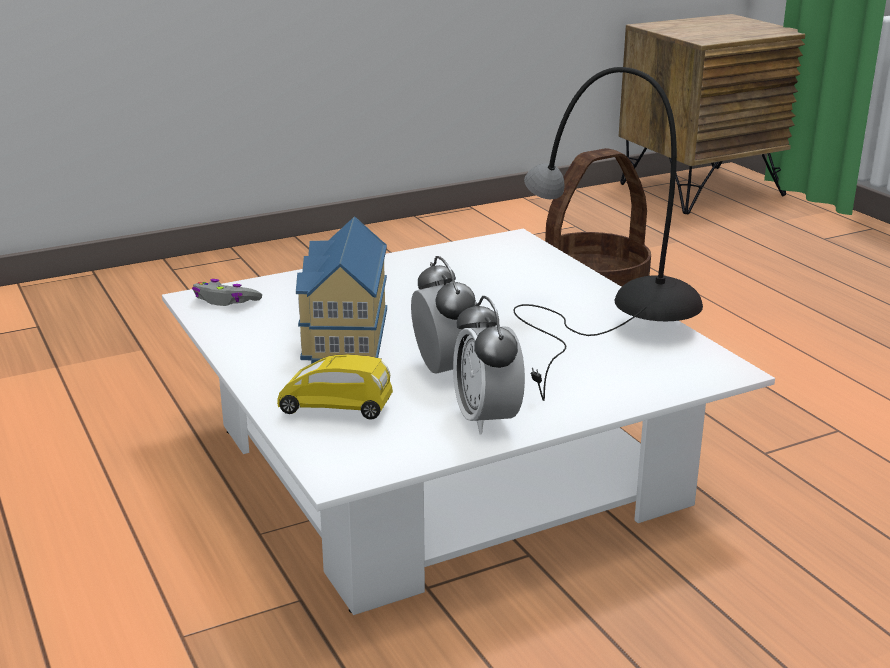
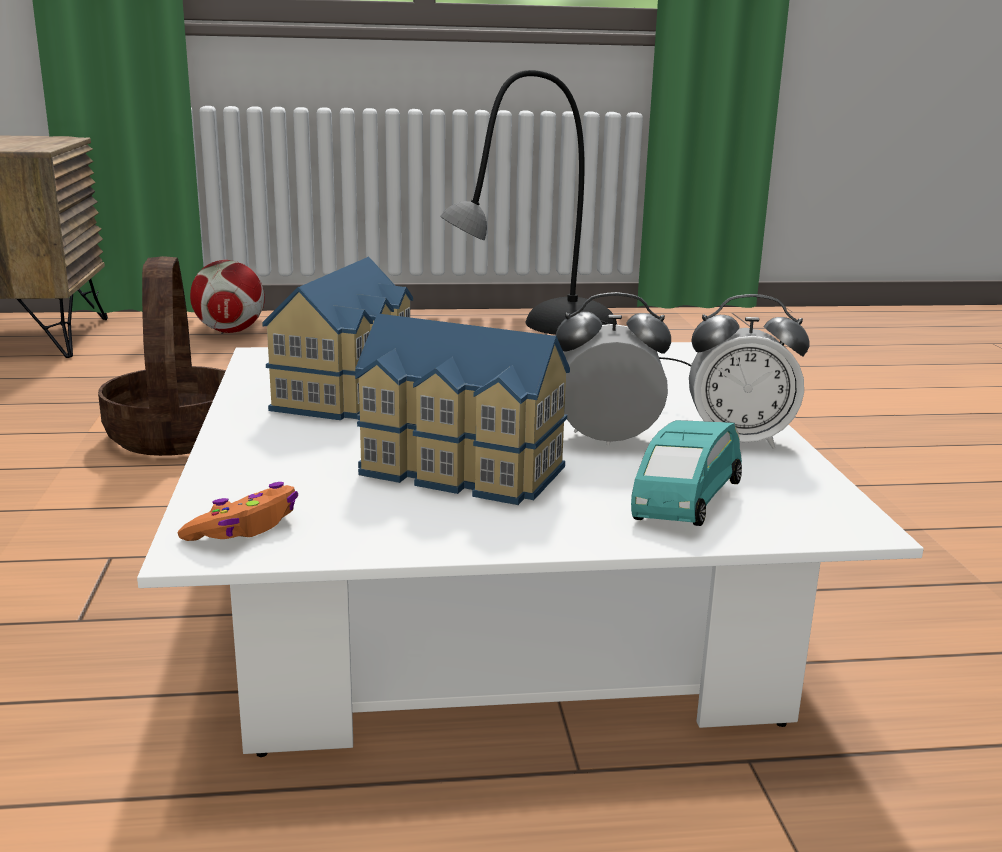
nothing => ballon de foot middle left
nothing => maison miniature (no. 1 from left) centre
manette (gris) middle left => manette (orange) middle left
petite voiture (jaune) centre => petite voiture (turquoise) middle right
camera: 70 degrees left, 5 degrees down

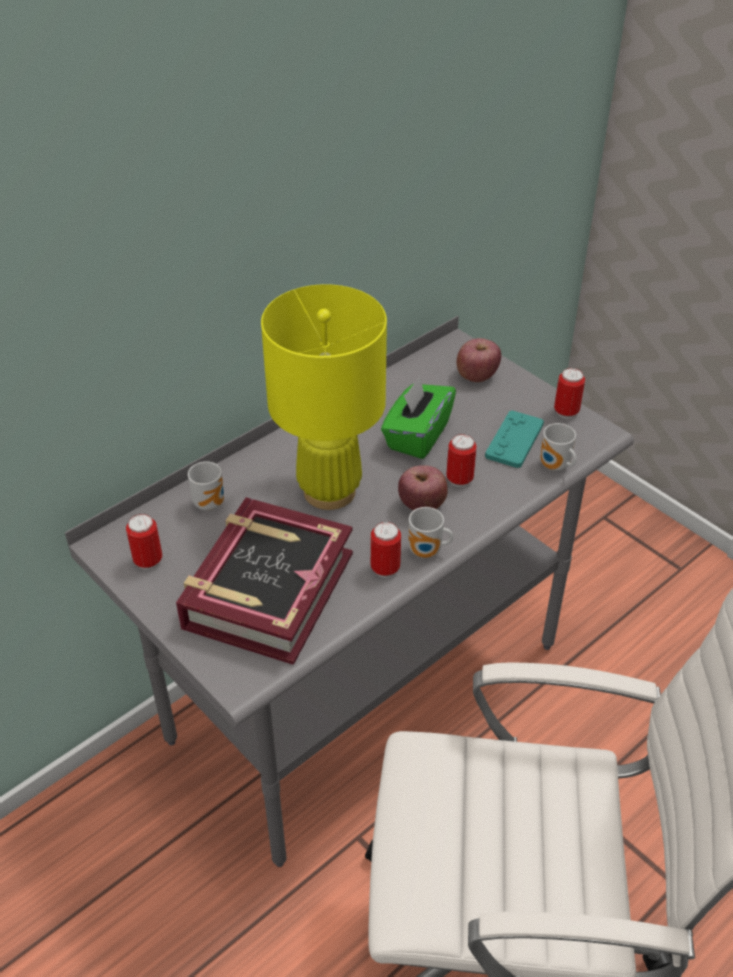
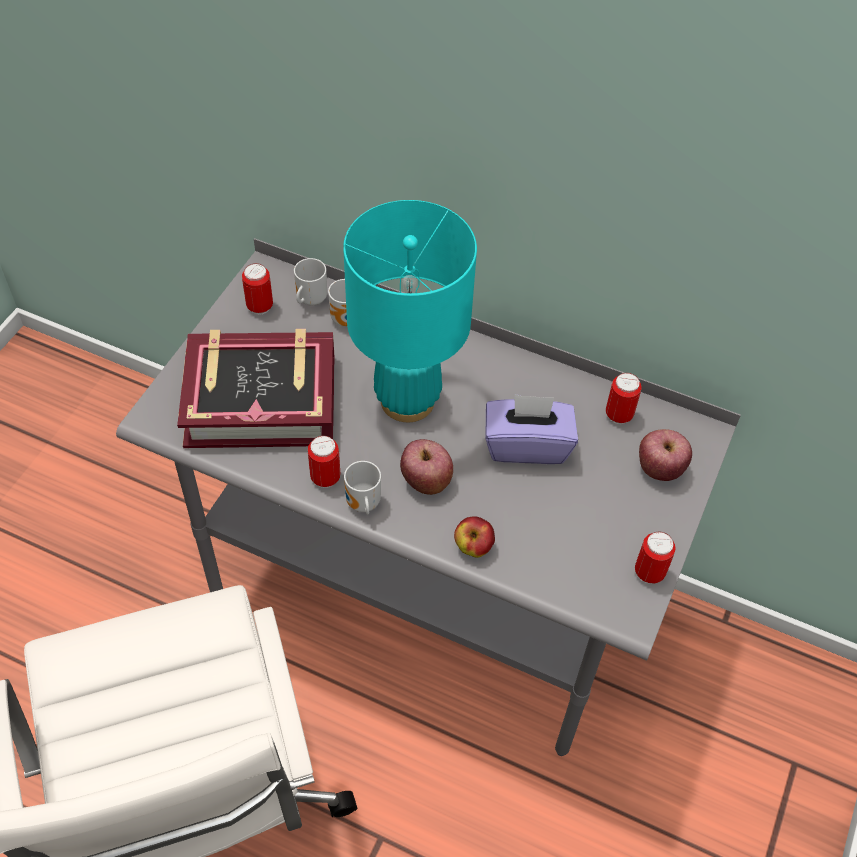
manette (turquoise) middle right => nothing
nothing => pomme (no. 2 from left) centre
boîte métallique (no. 3 from left) centre => boîte métallique (no. 3 from left) middle right, relocated
mug (no. 3 from left in the first image) middle right => mug (no. 1 from left) top centre, relocated
lampe de table (jaune) centre => lampe de table (turquoise) centre
boîte à mouchoirs (vert) centre => boîte à mouchoirs (violet) centre
camera: 65 degrees right, 10 degrees up

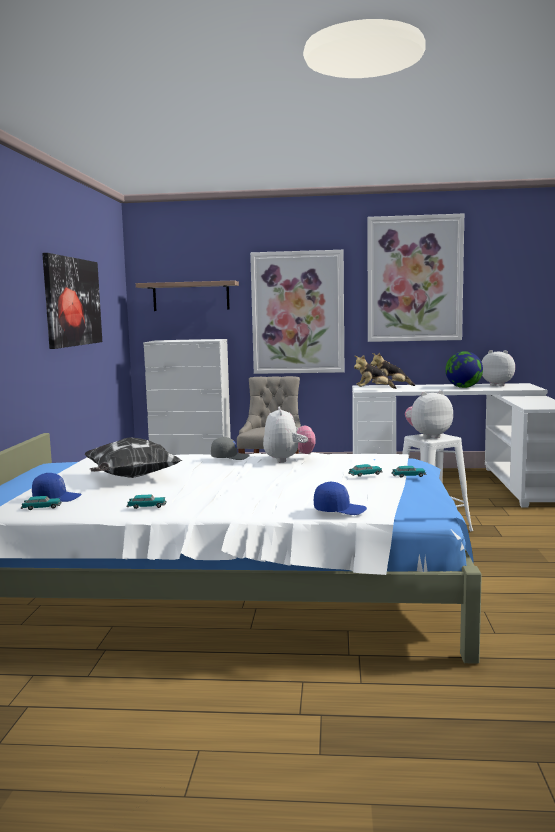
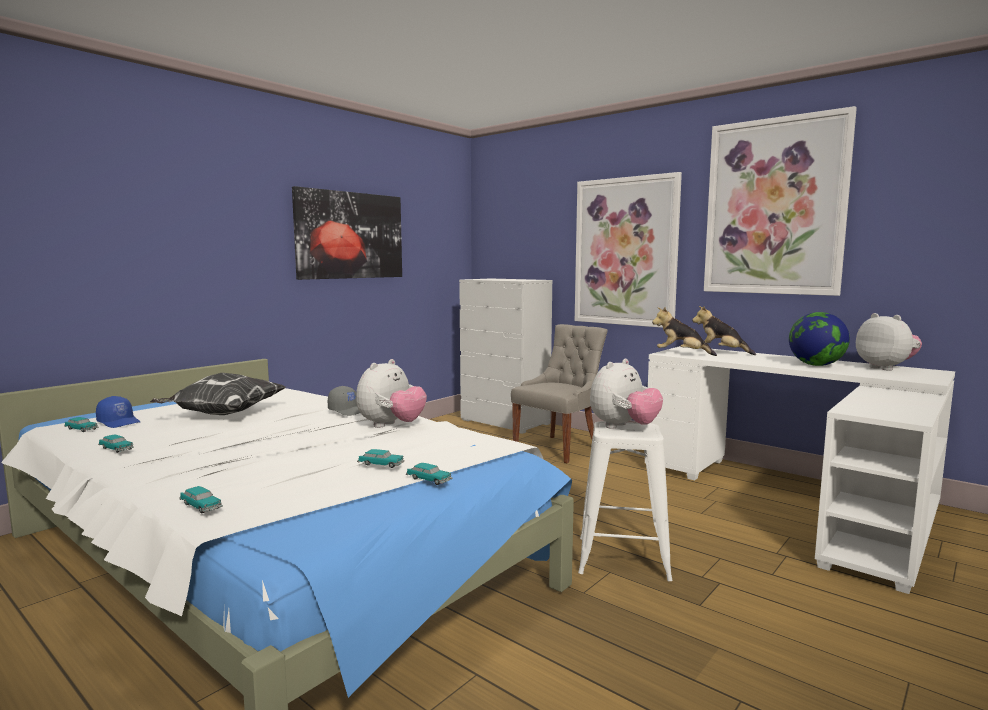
étagère centre => nothing
casquette (bleu) (no. 2 from left) centre => petite voiture (no. 3 from left) bottom left
peluche (no. 4 from left in the first image) middle right => peluche (no. 2 from left) centre, 120 degrees clockwise
camera: 35 degrees right, 0 degrees up

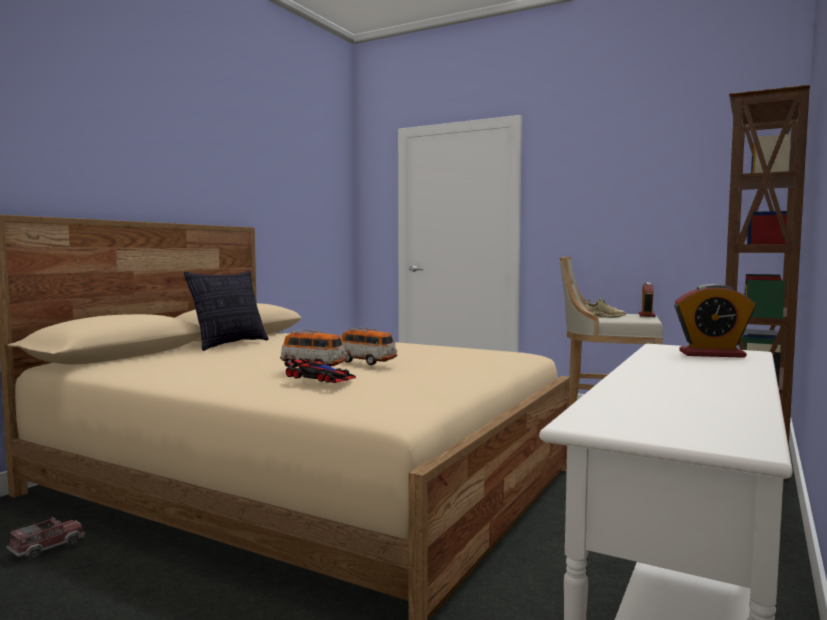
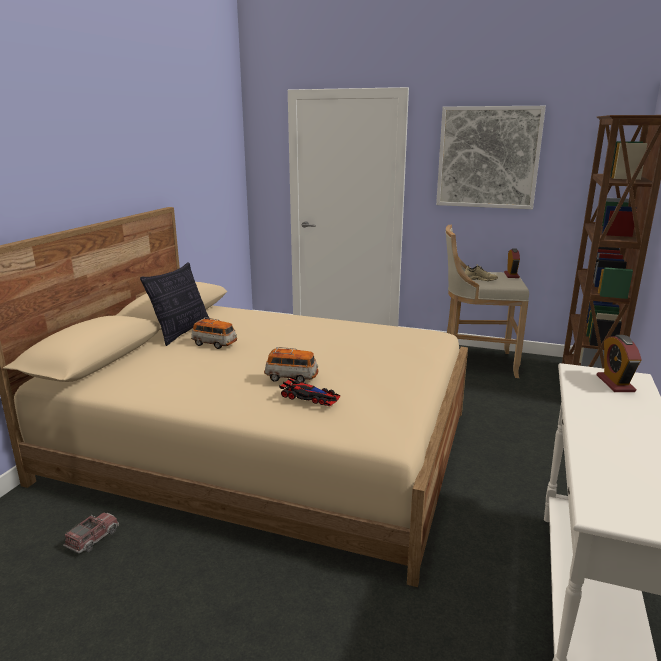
nothing => tableau top right
petite voiture (no. 3 from left in the first image) centre => petite voiture (no. 1 from left) middle left, relocated
réveil (no. 2 from left) middle right, 90 degrees clockwise
camera: 10 degrees left, 15 degrees up

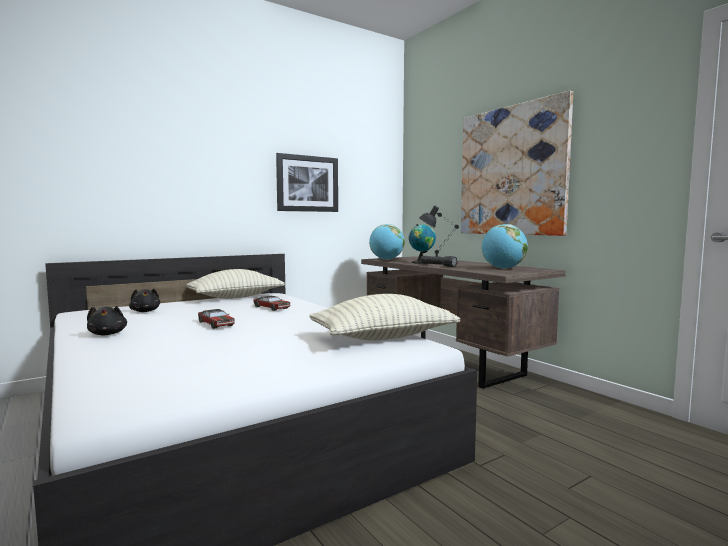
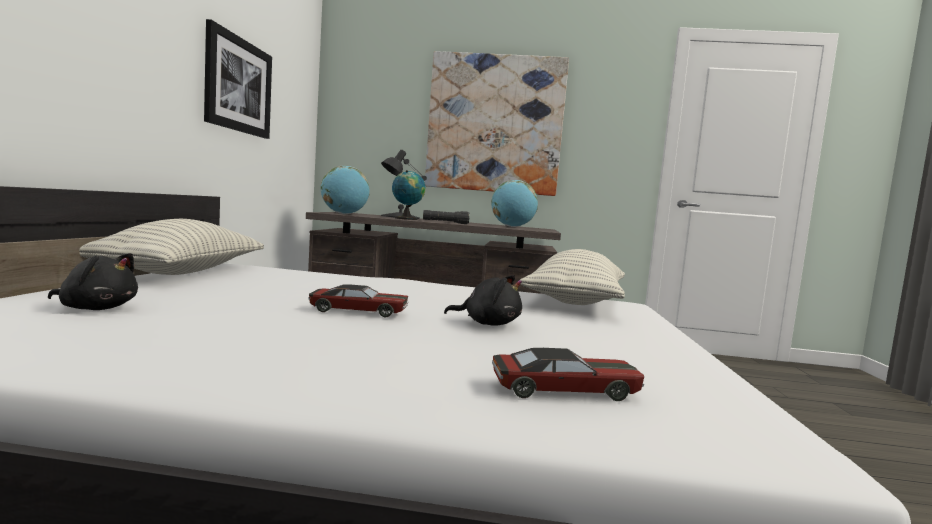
peluche (noir) (no. 1 from left in the first image) middle left => peluche (noir) (no. 2 from left) centre, relocated
petite voiture (no. 2 from left) centre => petite voiture (no. 2 from left) bottom centre, relocated
camera: 50 degrees left, 0 degrees up

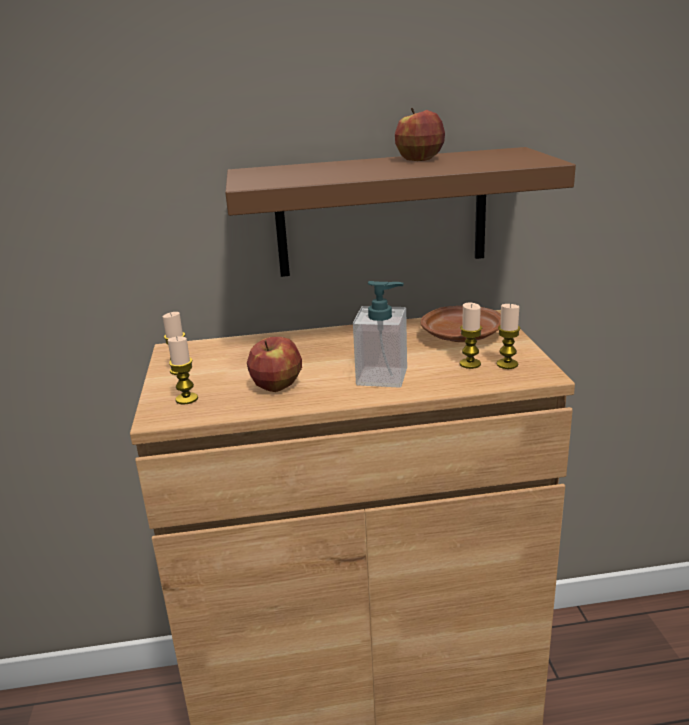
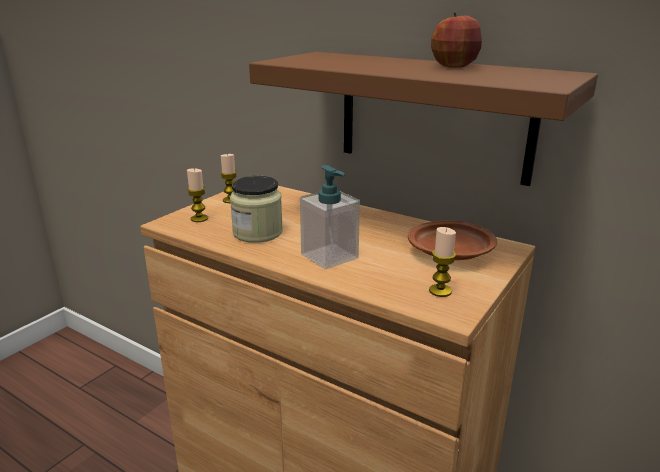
bougie (no. 3 from left) middle right => nothing
pomme (no. 1 from left) centre => bocal centre
camera: 40 degrees right, 0 degrees up

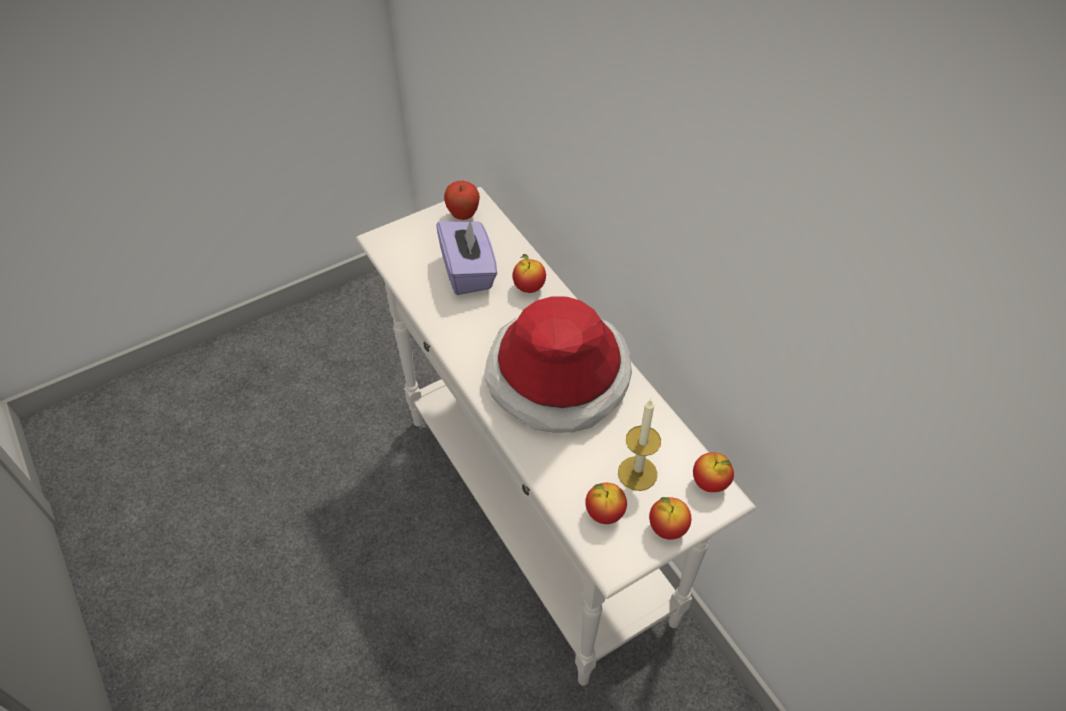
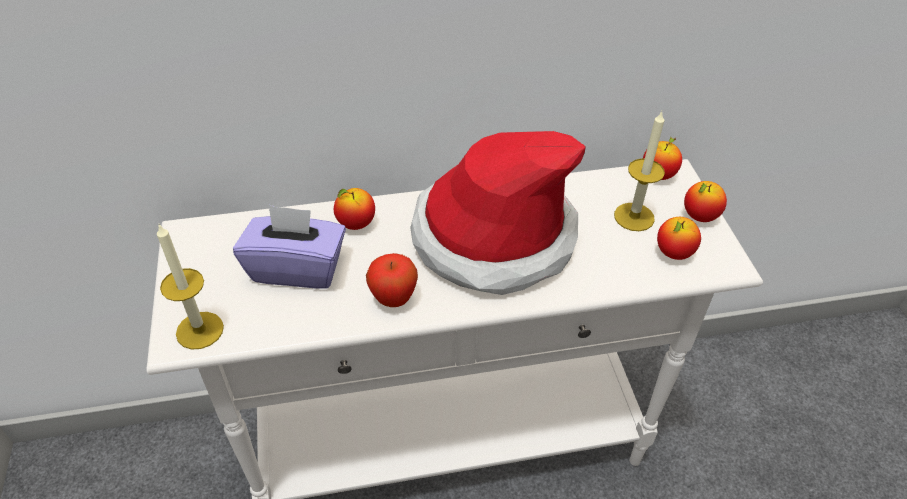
nothing => bougie (no. 1 from left) middle left
pomme (no. 1 from left in the first image) top centre => pomme (no. 2 from left) centre, relocated
camera: 70 degrees left, 5 degrees down

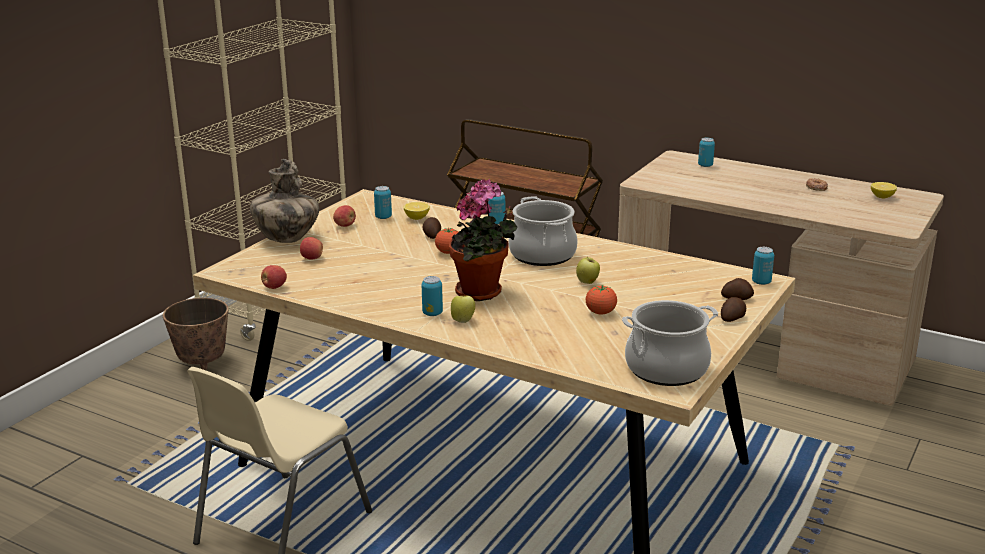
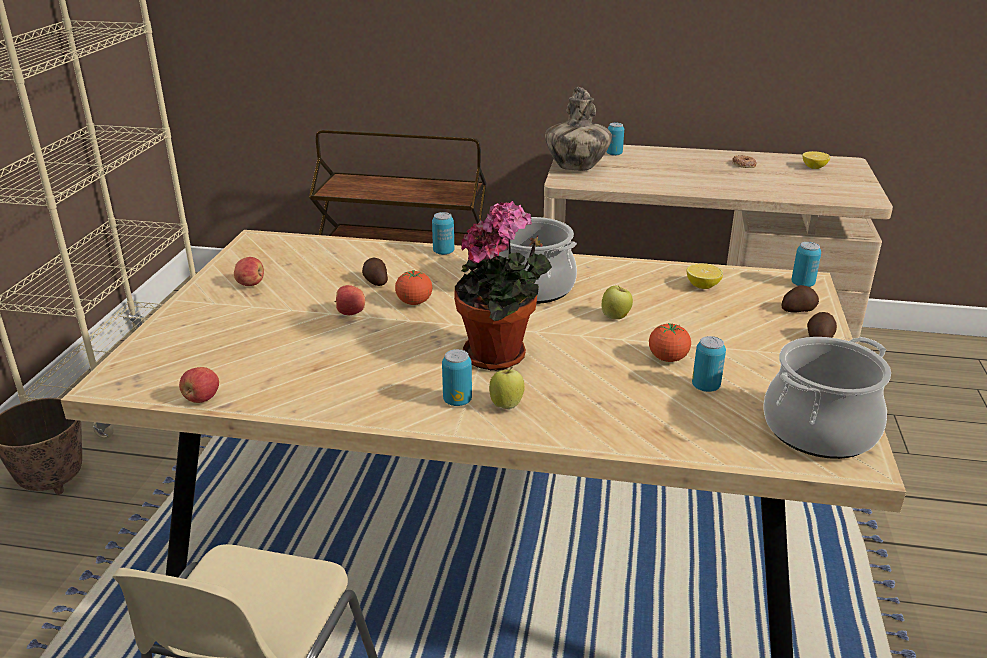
vase middle left => vase top centre, relocated
pomme (no. 2 from left in the first image) middle left => pomme (no. 3 from left) centre, relocated
boîte métallique (no. 1 from left in the first image) centre => boîte métallique (no. 4 from left) middle right, relocated
citron (no. 1 from left) centre => citron (no. 1 from left) middle right, relocated
camera: 20 degrees left, 5 degrees up

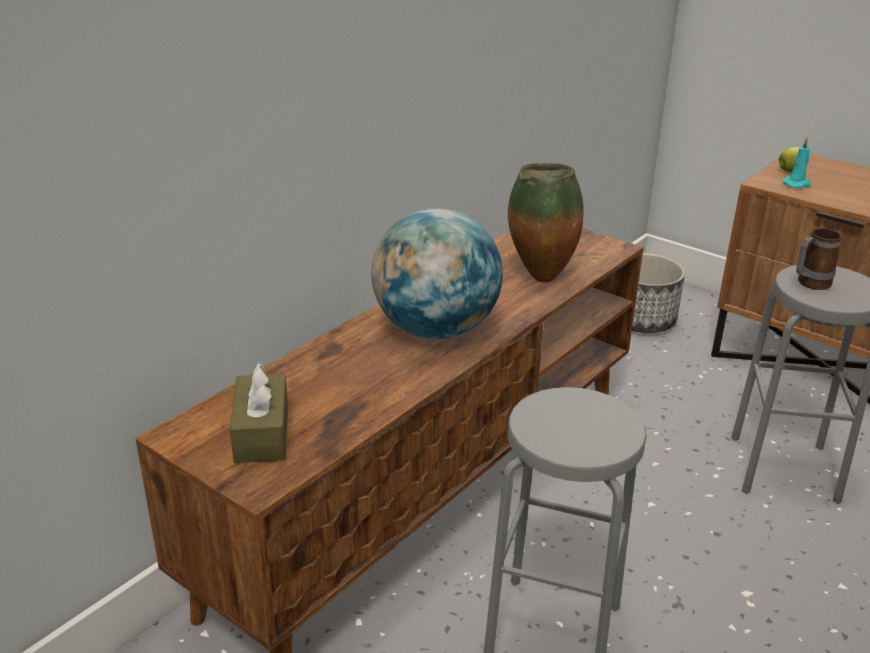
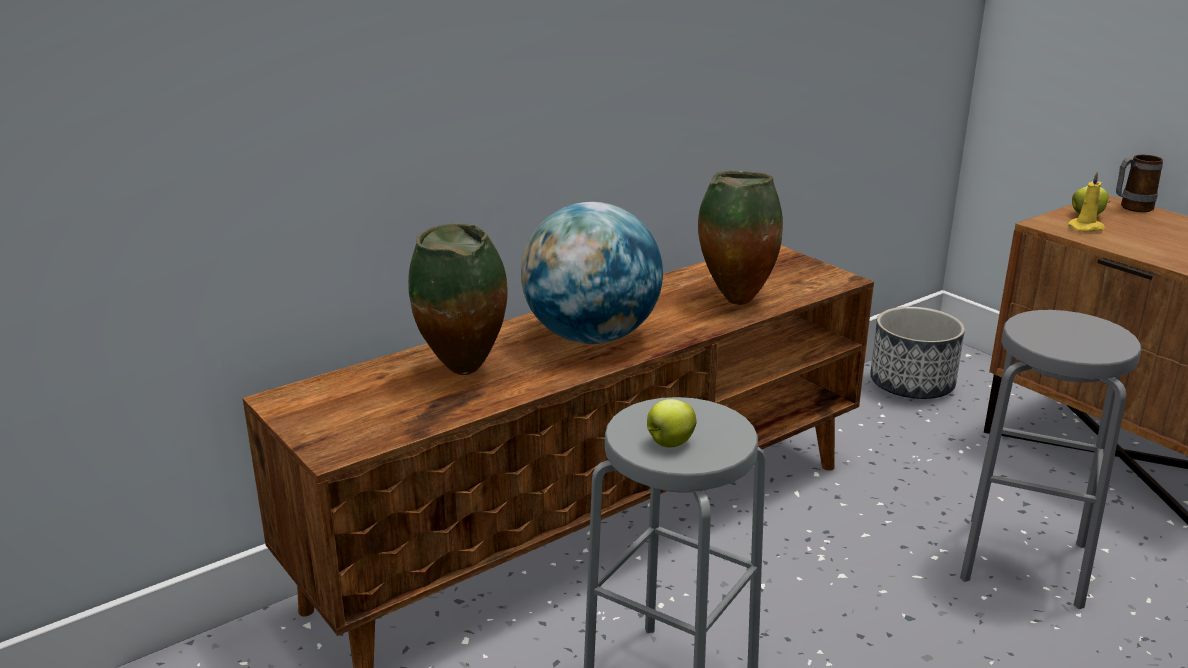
boîte à mouchoirs (marron) middle left => nothing
nothing => vase (no. 1 from left) centre
nothing => pomme (no. 1 from left) centre
mug middle right => mug top right, relocated
bougie (turquoise) top right => bougie (jaune) top right
camera: 15 degrees right, 5 degrees down

